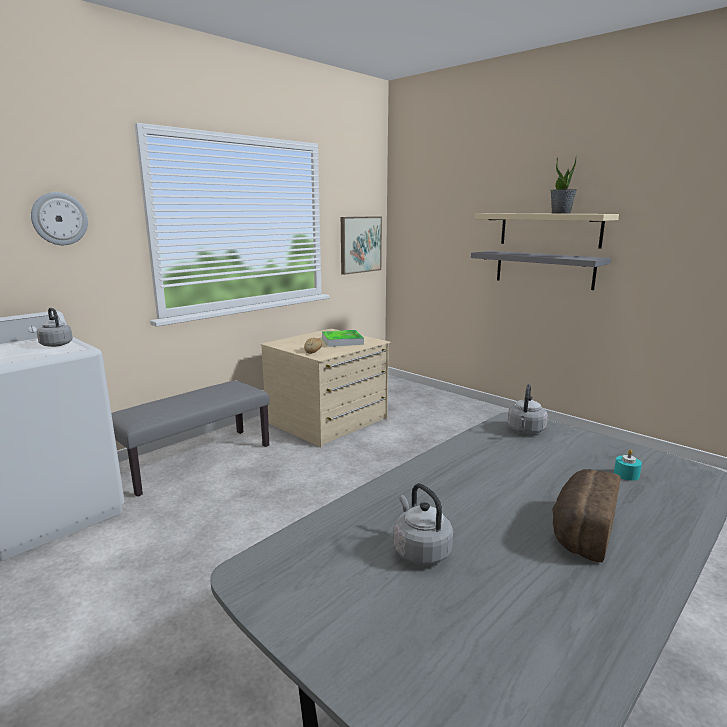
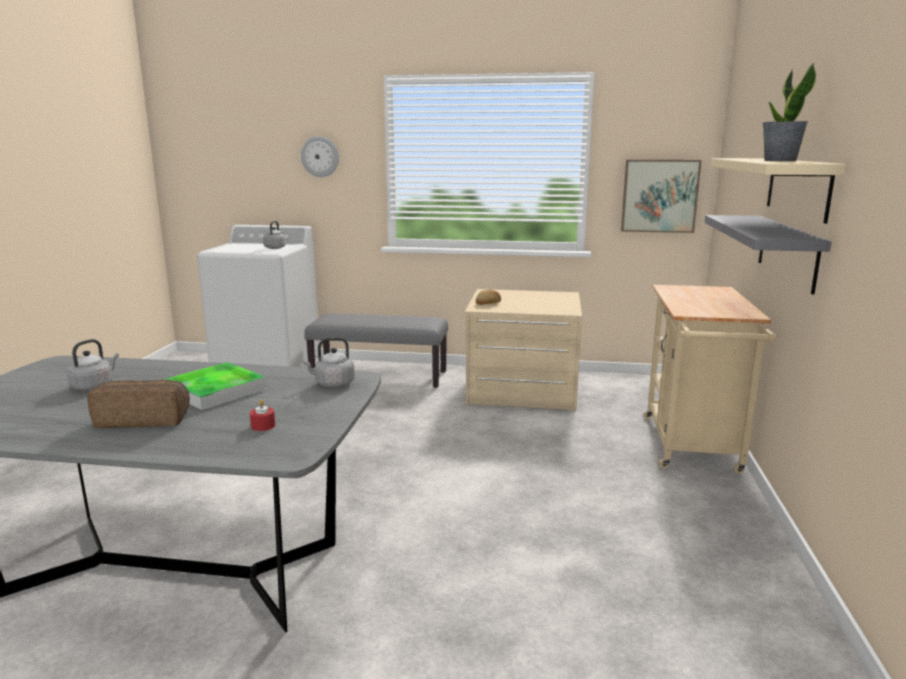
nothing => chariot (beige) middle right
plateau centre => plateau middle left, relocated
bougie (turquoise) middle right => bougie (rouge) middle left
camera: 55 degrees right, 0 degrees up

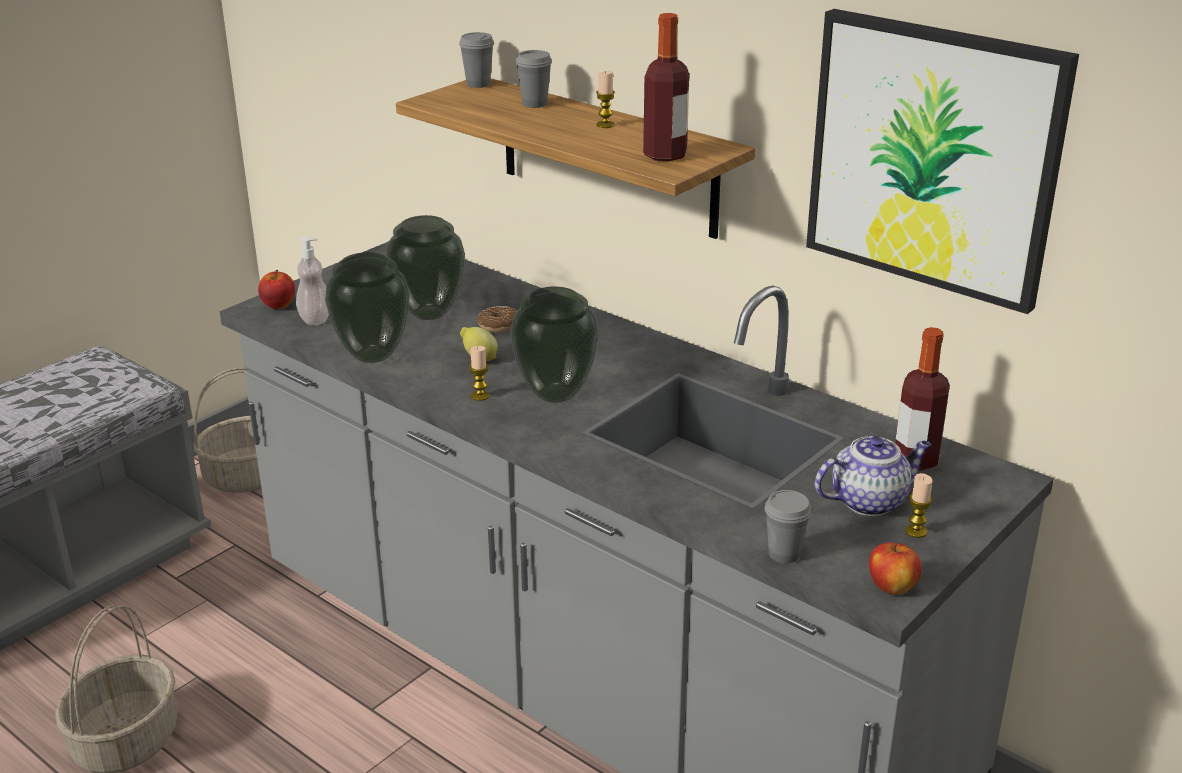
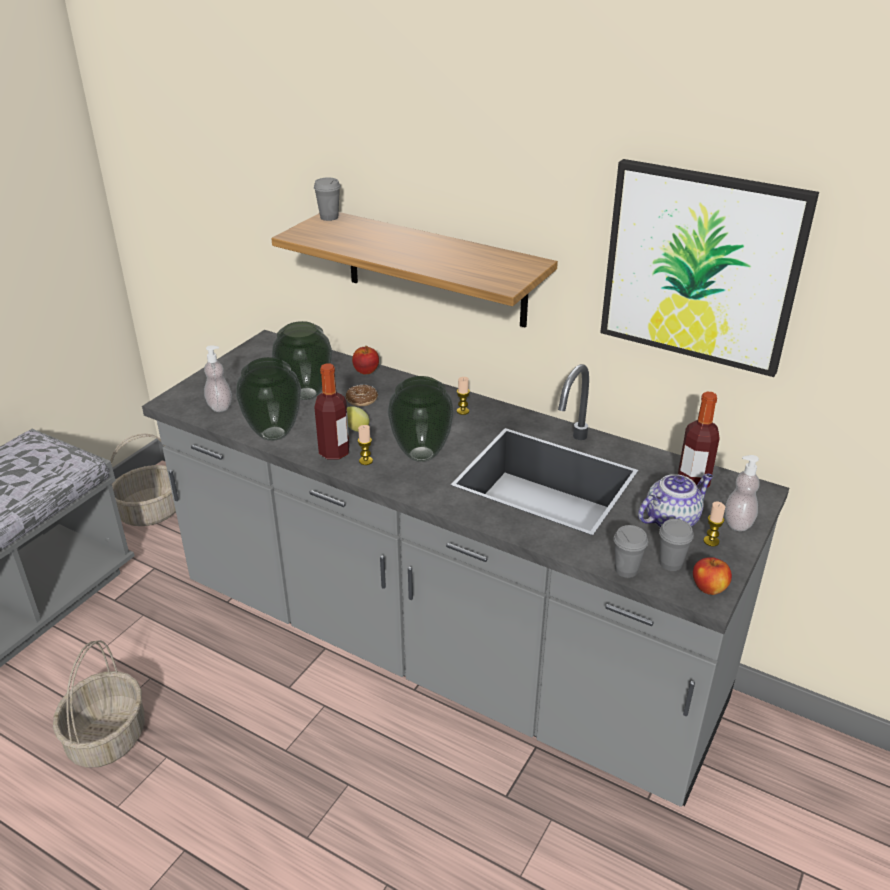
nothing => distributeur de savon (no. 2 from left) middle right
pomme (no. 1 from left) middle left => pomme (no. 1 from left) centre, relocated
tasse (gris) (no. 2 from left in the first image) top centre => tasse (gris) (no. 3 from left) middle right, relocated
bougie (no. 2 from left) top centre => bougie (no. 2 from left) centre, relocated
bouteille (no. 1 from left) top centre => bouteille (no. 1 from left) centre, relocated
camera: 10 degrees left, 5 degrees up

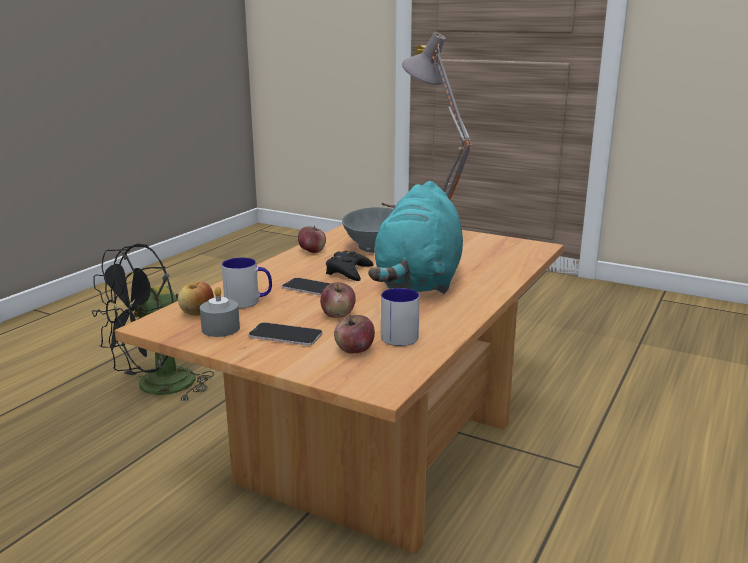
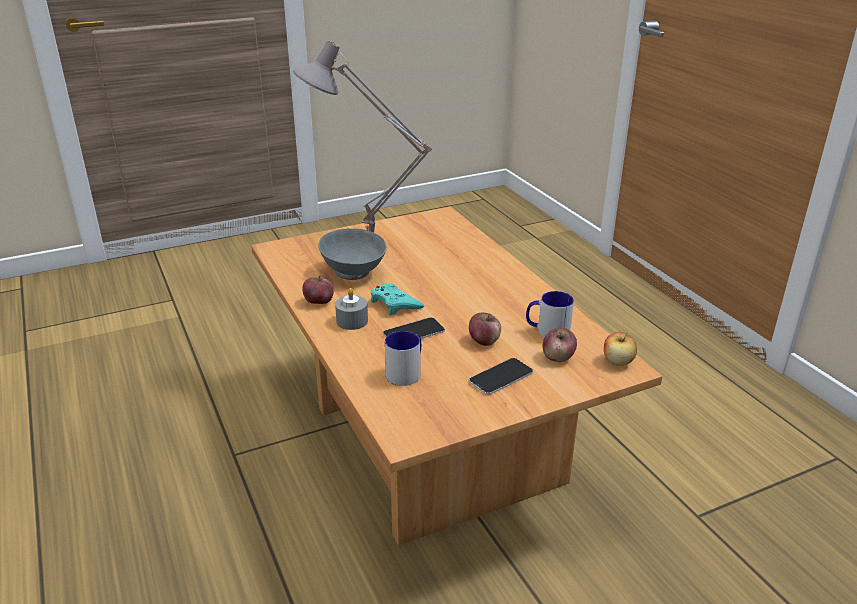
ventilateur (noir) middle left => nothing
peluche (turquoise) centre => nothing
pomme (no. 1 from left in the first image) middle left => pomme (no. 4 from left) middle right, relocated
bougie (gris) middle left => bougie (gris) centre, relocated
manette (noir) centre => manette (turquoise) centre
camera: 55 degrees left, 10 degrees up

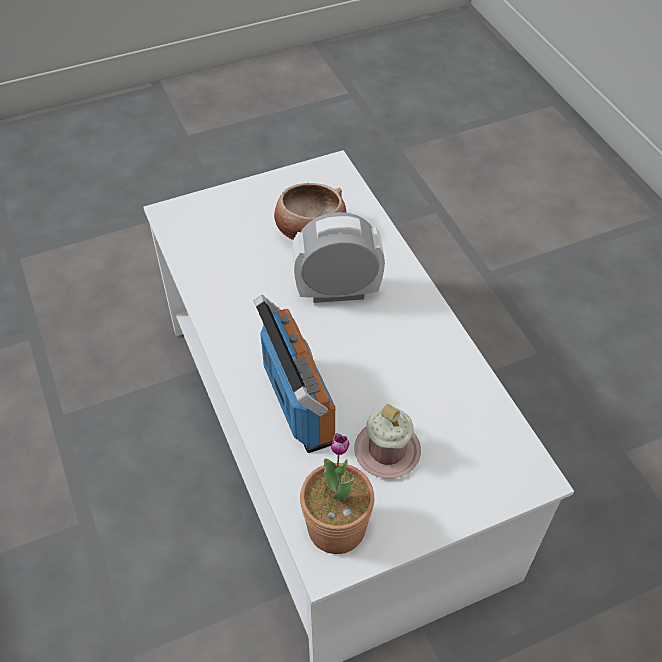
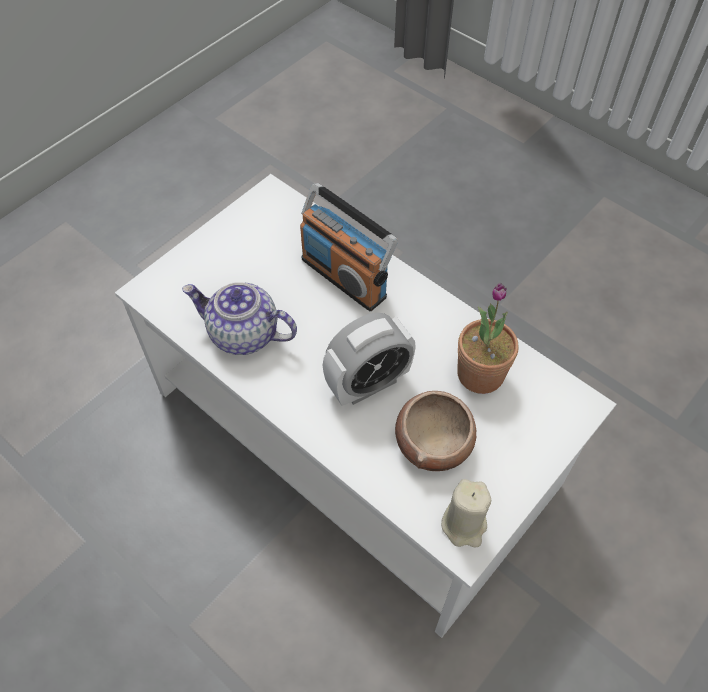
mug (rose) centre => nothing
nothing => théière centre
nothing => bougie (beige) bottom centre
plante en pot bottom centre => plante en pot middle right, relocated
camera: 155 degrees right, 5 degrees up

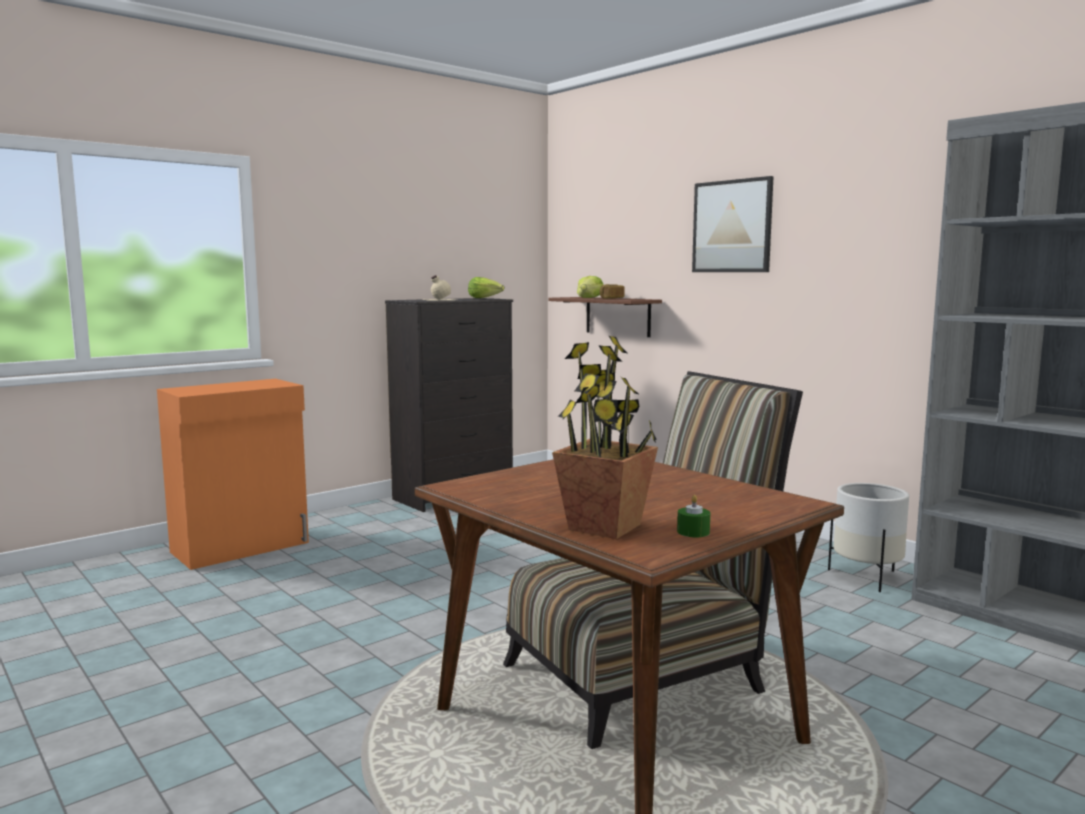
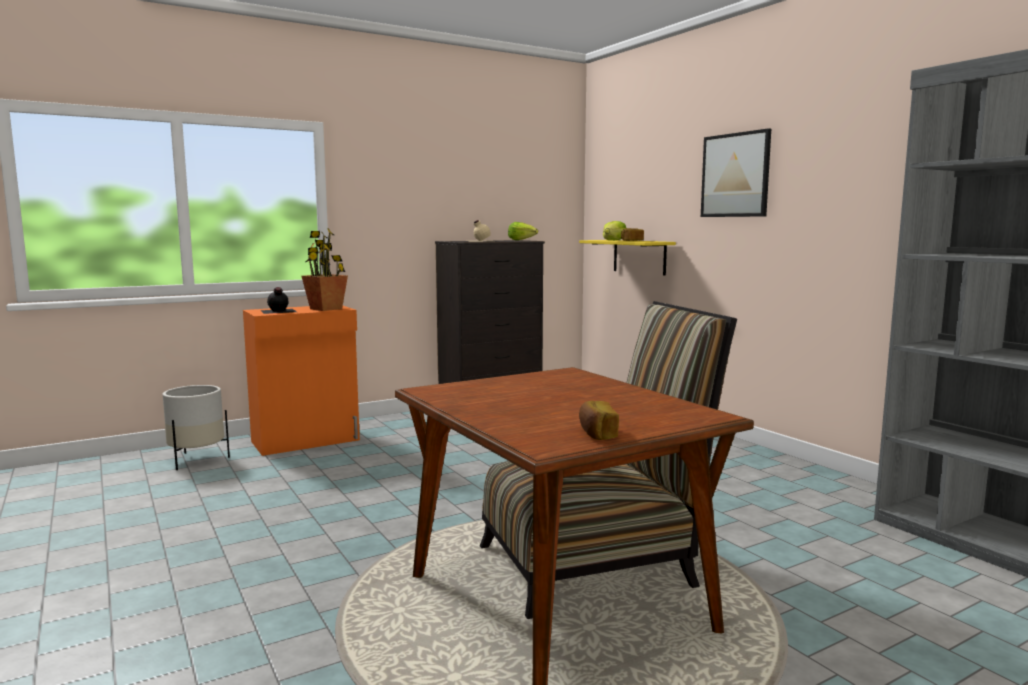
nothing => bouteille (noir) middle left
plante en pot centre => plante en pot middle left, relocated
cache-pot (blanc) middle right => cache-pot (blanc) middle left, relocated
bougie (vert) centre => pain (no. 1 from left) centre
étagère (marron) centre => étagère (jaune) centre
camera: 10 degrees right, 0 degrees up

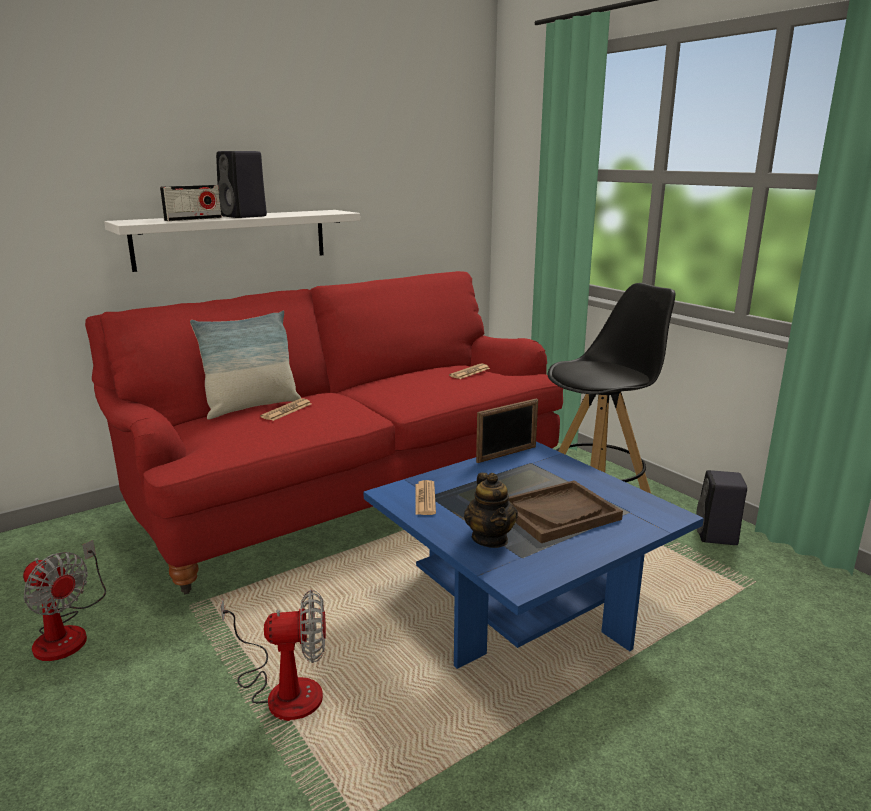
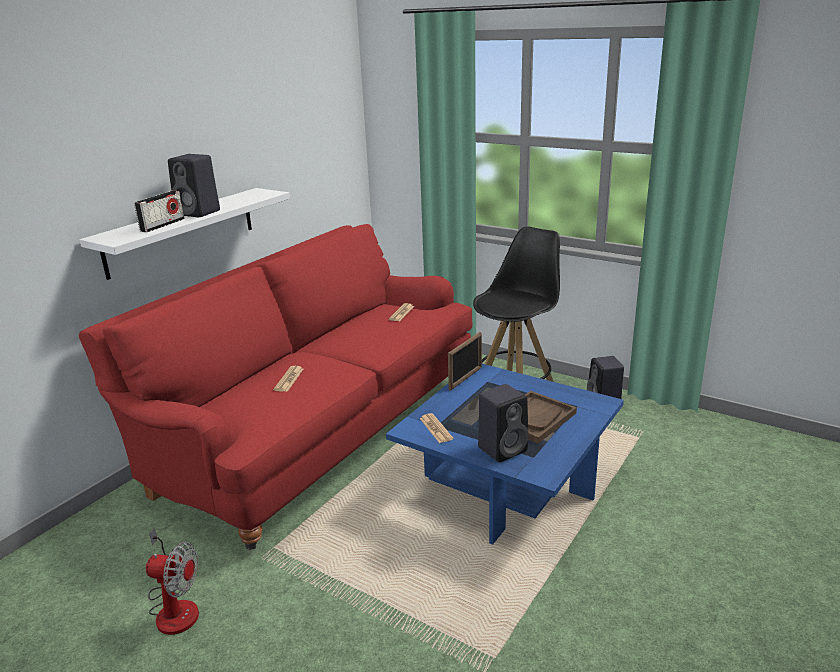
coussin middle left => nothing
ventilateur (no. 2 from left) bottom left => nothing
théière centre => enceinte (noir) (no. 2 from left) centre
camera: 20 degrees left, 5 degrees up

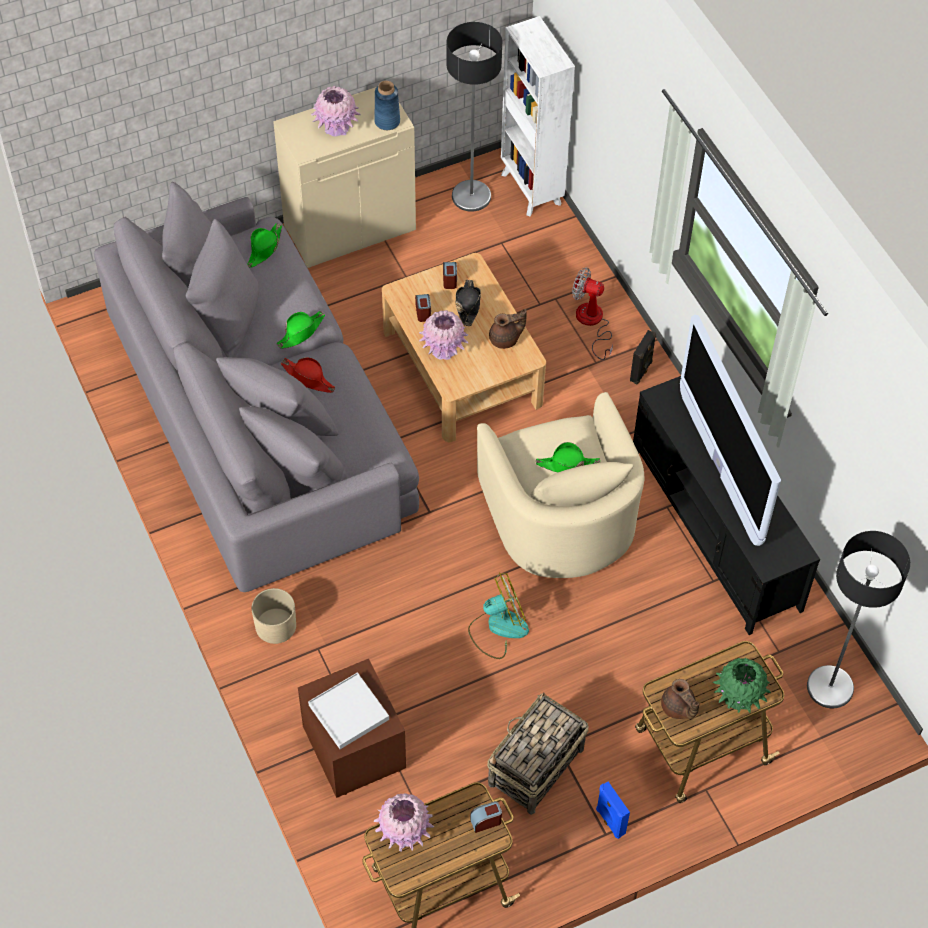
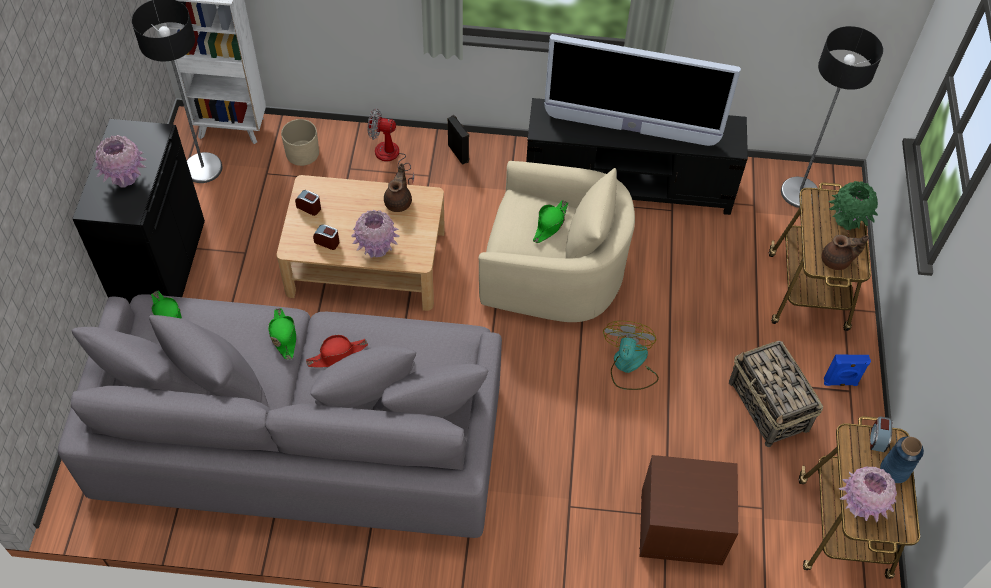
plateau (blanc) bottom centre => nothing
chapeau (noir) top centre => nothing
cache-pot (beige) middle left => cache-pot (beige) top left, relocated
vase (bleu) top centre => vase (bleu) bottom right, relocated
meuble de rangement (beige) top centre => meuble de rangement (noir) middle left
ventilateur (no. 2 from left in the first image) centre => ventilateur (no. 1 from left) top centre, 45 degrees clockwise
camera: 60 degrees left, 0 degrees up

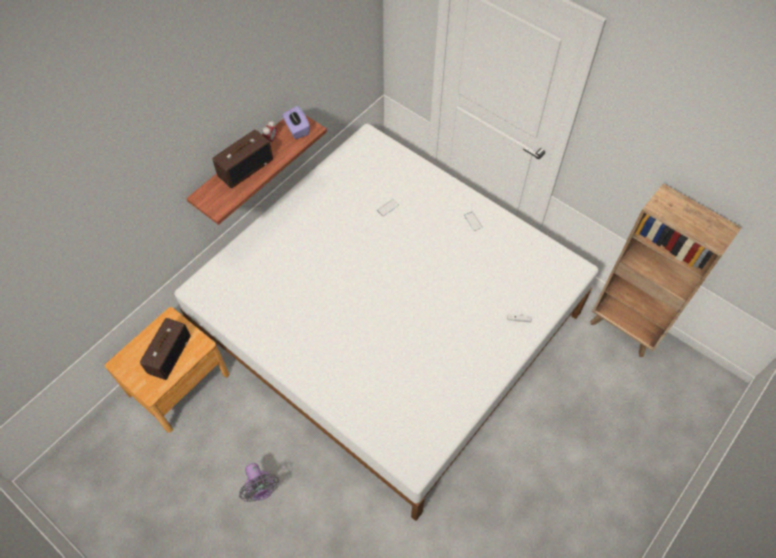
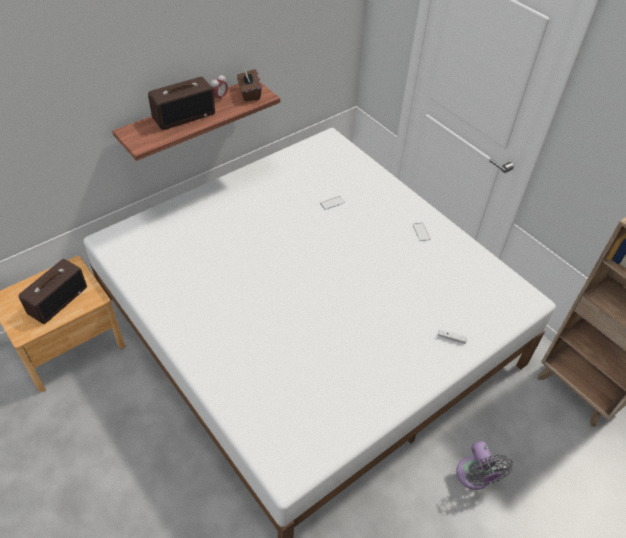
ventilateur (gris) bottom centre => ventilateur (gris) bottom right, relocated
boîte à mouchoirs (violet) top centre => boîte à mouchoirs (marron) top centre
camera: 10 degrees right, 10 degrees down

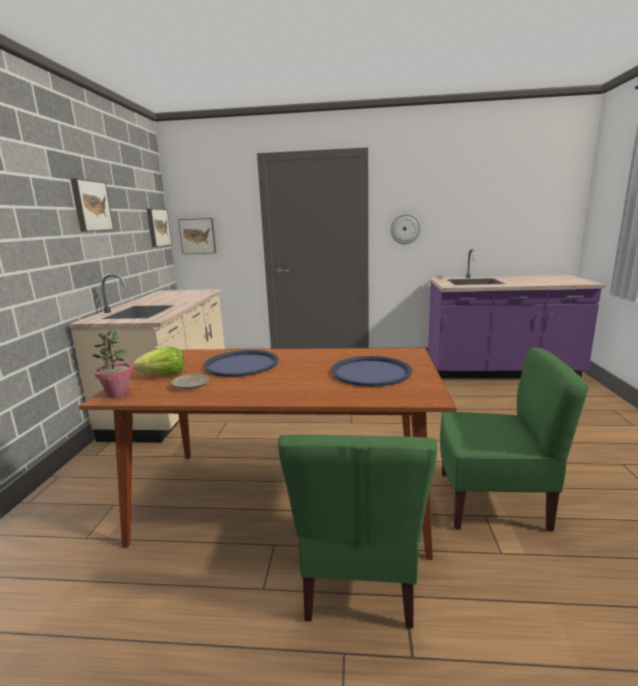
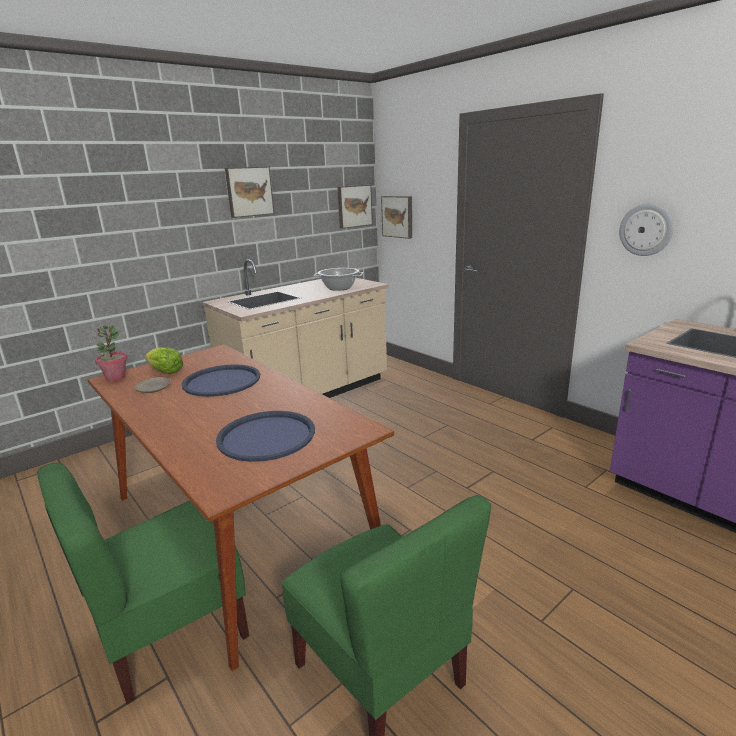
nothing => marmite centre
camera: 45 degrees right, 5 degrees up

